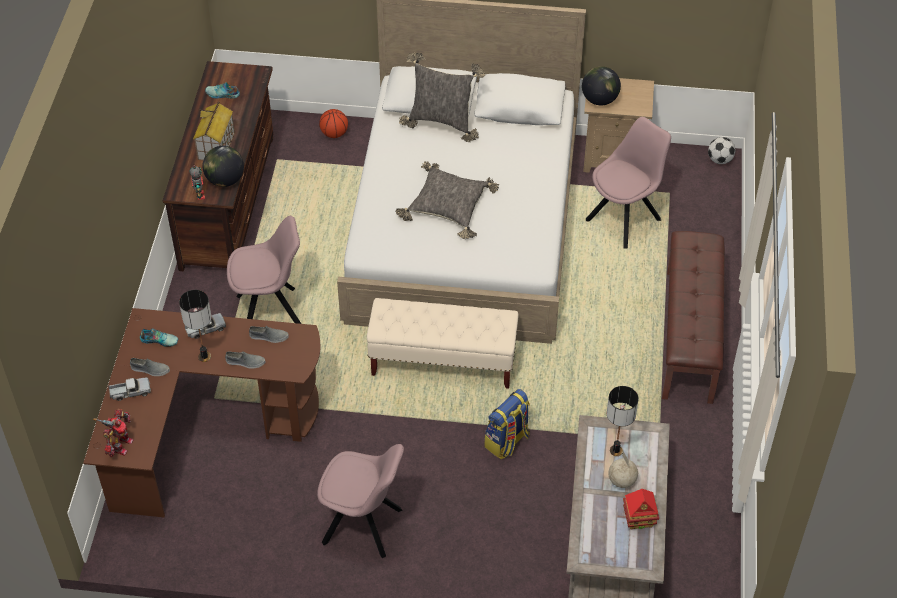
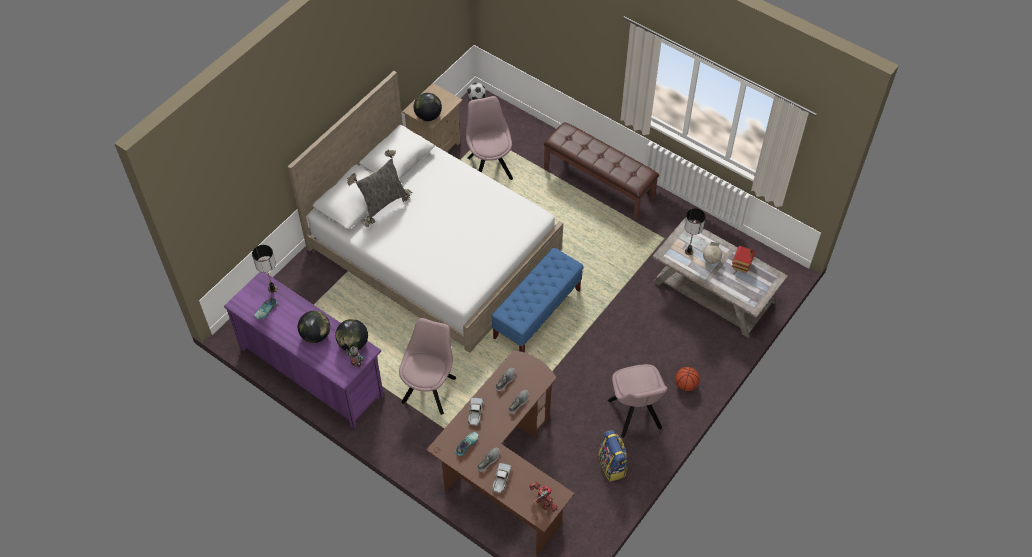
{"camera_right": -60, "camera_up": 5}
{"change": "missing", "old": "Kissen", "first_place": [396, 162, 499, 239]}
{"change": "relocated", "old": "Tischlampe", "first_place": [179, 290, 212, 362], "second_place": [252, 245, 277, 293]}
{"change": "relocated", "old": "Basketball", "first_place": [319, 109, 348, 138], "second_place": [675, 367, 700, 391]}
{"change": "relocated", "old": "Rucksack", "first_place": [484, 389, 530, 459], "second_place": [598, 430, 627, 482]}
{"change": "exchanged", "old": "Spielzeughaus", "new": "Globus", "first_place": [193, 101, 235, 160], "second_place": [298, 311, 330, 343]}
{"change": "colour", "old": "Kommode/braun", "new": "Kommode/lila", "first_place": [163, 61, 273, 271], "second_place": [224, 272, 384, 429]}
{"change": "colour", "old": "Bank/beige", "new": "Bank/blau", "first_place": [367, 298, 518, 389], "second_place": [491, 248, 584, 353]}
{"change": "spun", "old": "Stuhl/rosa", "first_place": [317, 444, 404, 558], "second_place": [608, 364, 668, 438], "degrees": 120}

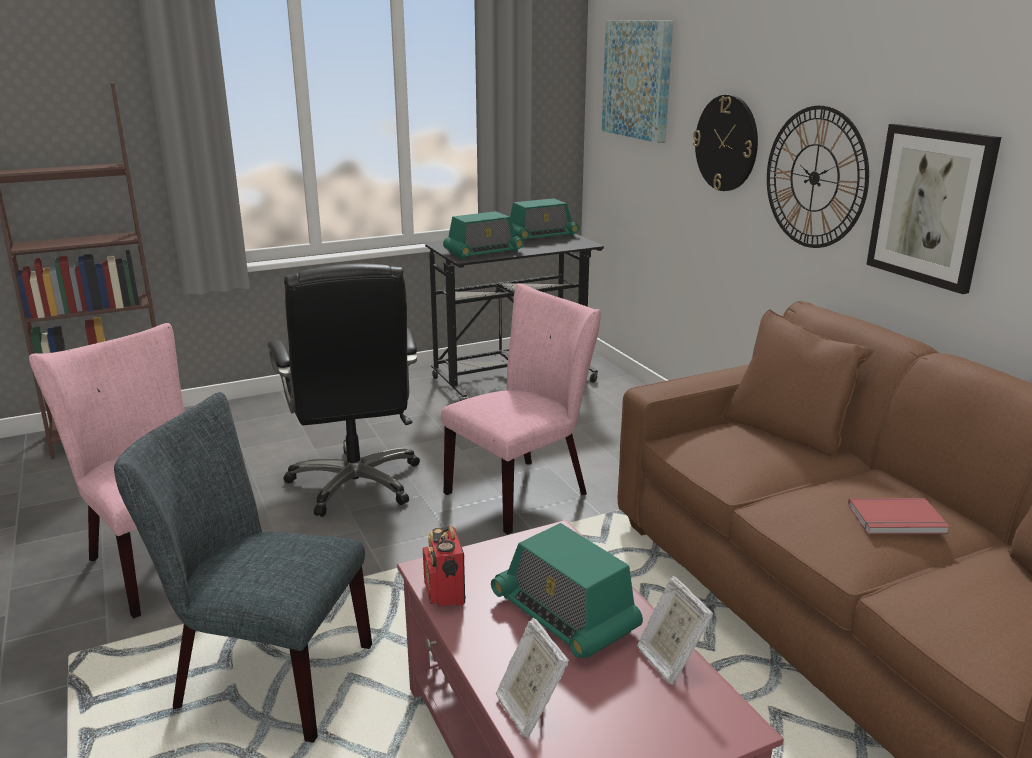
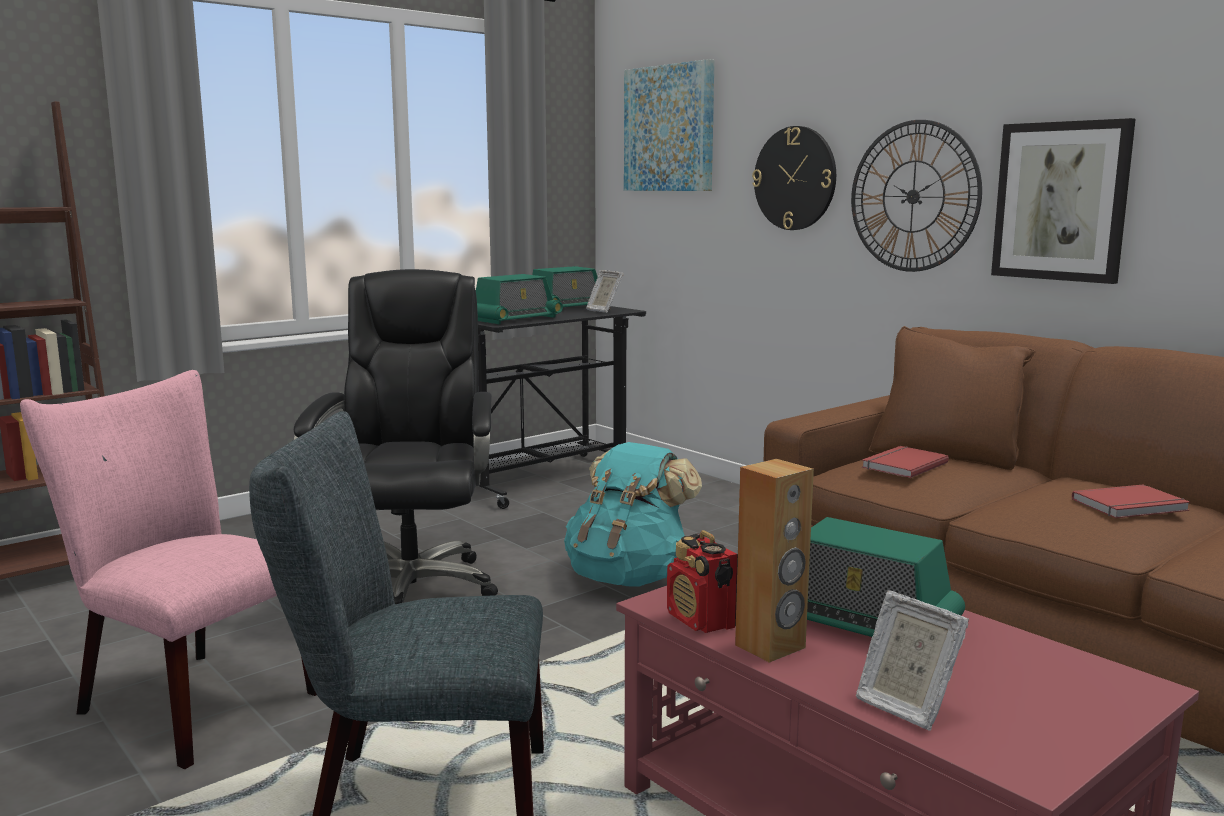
{"camera_right": -15, "camera_up": -10}
{"change": "appeared", "new": "Lautsprecher/braun", "second_place": [735, 459, 814, 663]}
{"change": "appeared", "new": "Buch/rot", "second_place": [862, 446, 949, 478]}
{"change": "relocated", "old": "Bilderrahmen", "first_place": [637, 576, 714, 685], "second_place": [586, 270, 624, 313]}
{"change": "exchanged", "old": "Stuhl/rosa", "new": "Rucksack/türkis", "first_place": [441, 283, 601, 535], "second_place": [564, 442, 702, 587]}
{"change": "spun", "old": "Bürostuhl/schwarz", "first_place": [268, 263, 420, 517], "second_place": [294, 269, 498, 604], "degrees": -150}

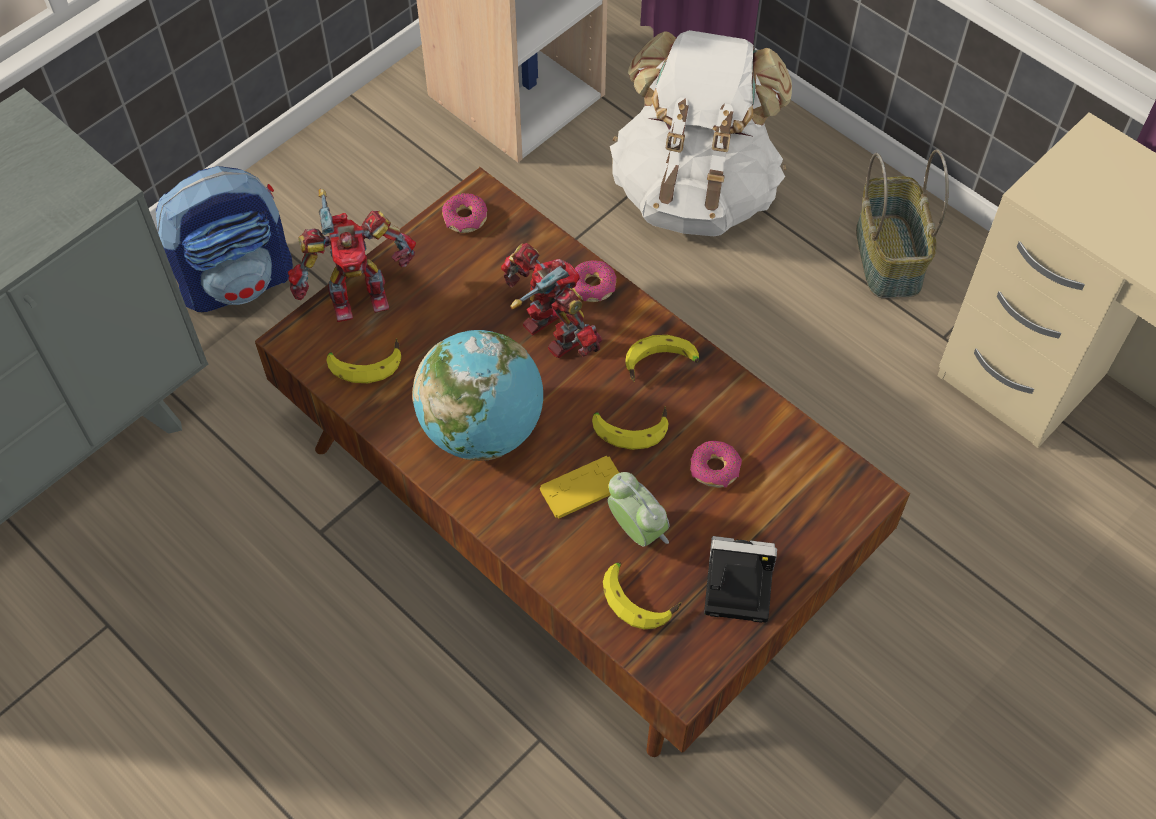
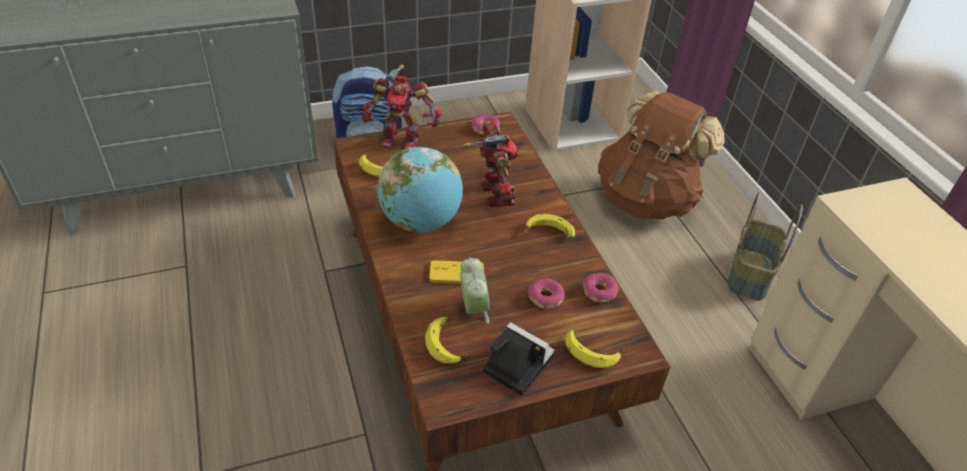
{"camera_right": 25, "camera_up": -15}
{"change": "relocated", "old": "Donut", "first_place": [572, 260, 617, 302], "second_place": [583, 273, 618, 302]}
{"change": "relocated", "old": "Banane", "first_place": [592, 406, 668, 450], "second_place": [565, 329, 624, 368]}
{"change": "colour", "old": "Rucksack/weiß", "new": "Rucksack/braun", "first_place": [610, 30, 792, 236], "second_place": [598, 91, 725, 220]}

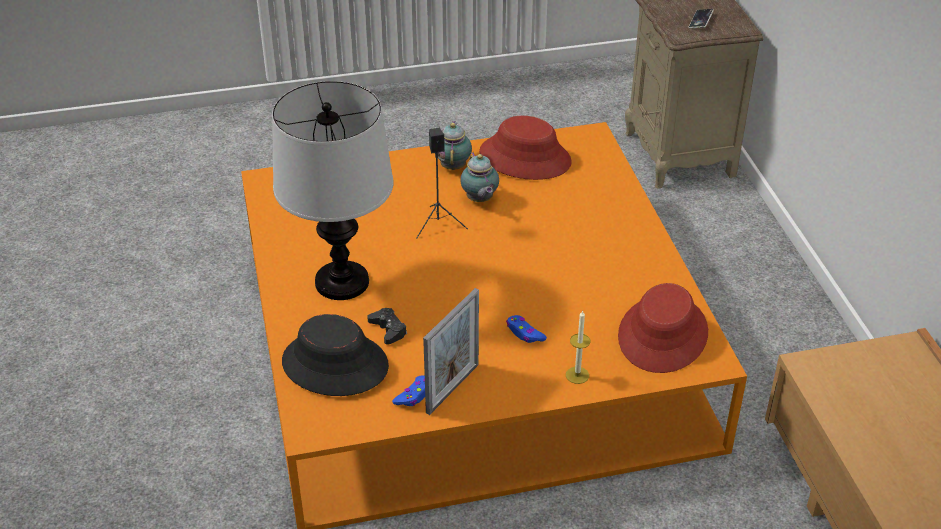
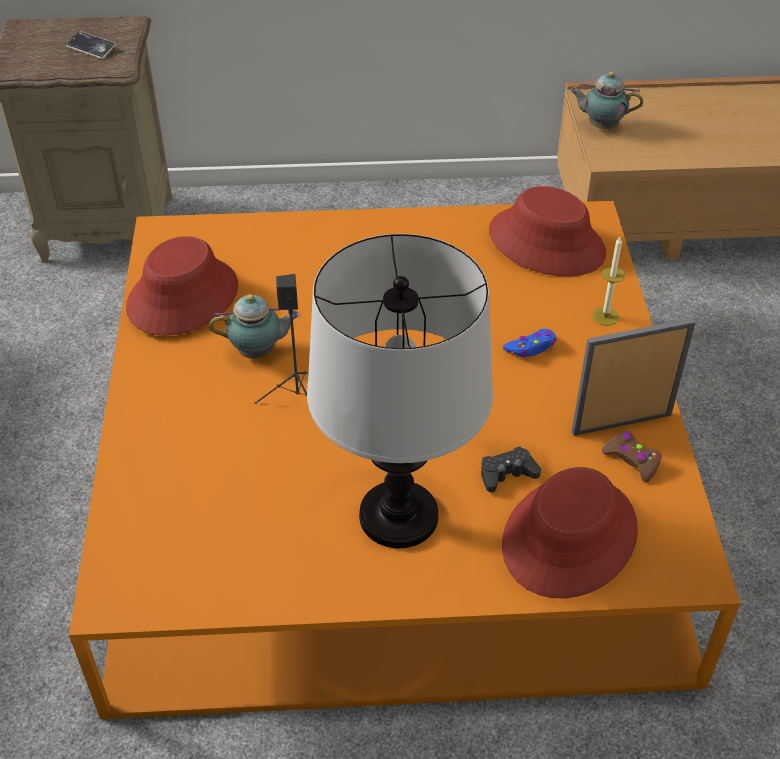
{"camera_right": -80, "camera_up": 5}
{"change": "relocated", "old": "Teekanne", "first_place": [438, 121, 472, 170], "second_place": [570, 72, 643, 129]}
{"change": "colour", "old": "Hut/schwarz", "new": "Hut/rot", "first_place": [282, 314, 389, 396], "second_place": [502, 467, 638, 599]}
{"change": "colour", "old": "Gamepad/blau", "new": "Gamepad/braun", "first_place": [392, 375, 425, 406], "second_place": [602, 431, 662, 482]}
{"change": "spun", "old": "Bilderrahmen", "first_place": [423, 288, 479, 415], "second_place": [572, 318, 696, 436], "degrees": -60}

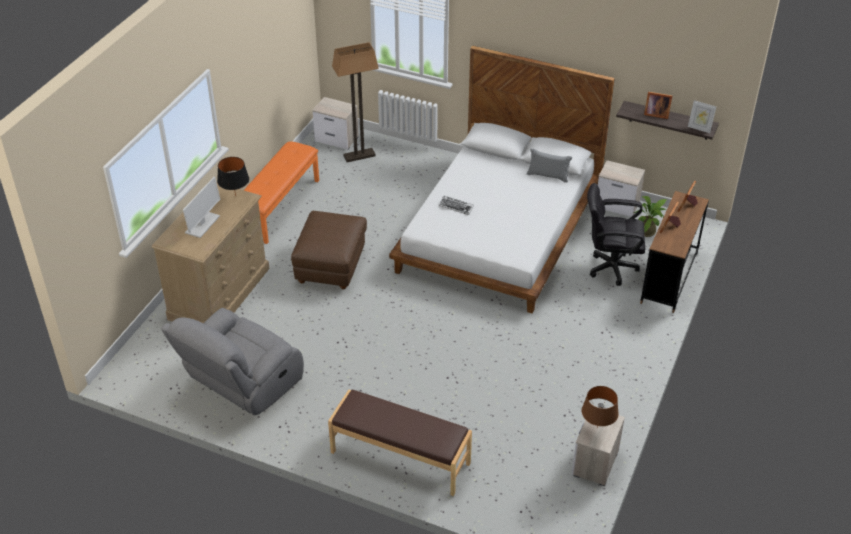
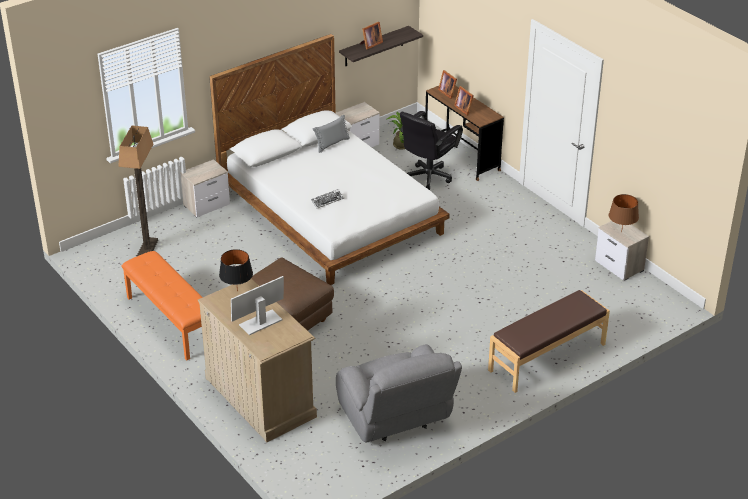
{"camera_right": -60, "camera_up": -5}
{"change": "missing", "old": "Bilderrahmen", "first_place": [688, 100, 716, 133]}
{"change": "relocated", "old": "Nachttisch", "first_place": [312, 97, 359, 150], "second_place": [180, 159, 230, 217]}
{"change": "spun", "old": "Monitor", "first_place": [183, 177, 220, 238], "second_place": [231, 276, 284, 335], "degrees": -90}

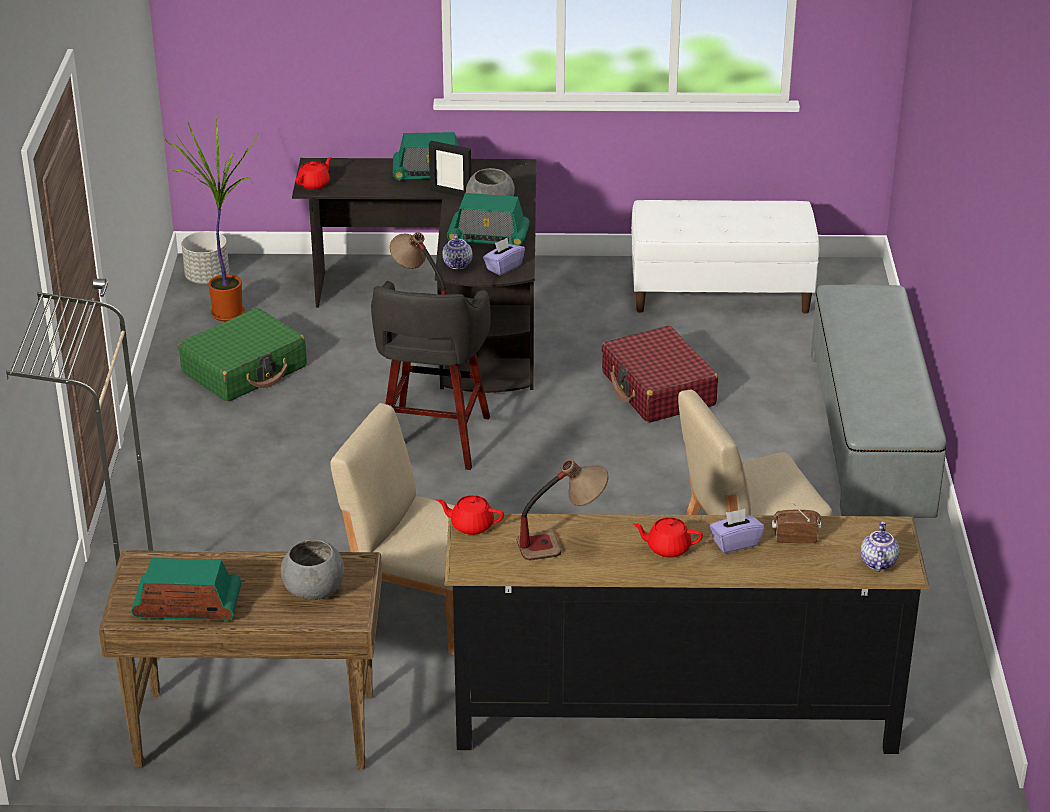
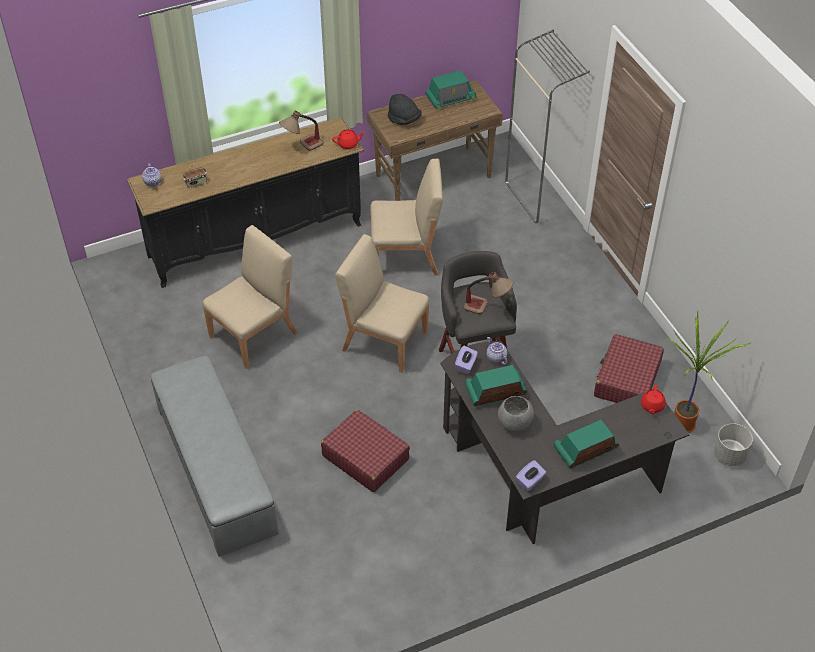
{"camera_right": 155, "camera_up": 15}
{"change": "missing", "old": "Bilderrahmen", "first_place": [429, 141, 471, 197]}
{"change": "missing", "old": "Bank/weiß", "first_place": [631, 200, 819, 314]}
{"change": "missing", "old": "Teekanne/rot", "first_place": [633, 517, 703, 558]}
{"change": "appeared", "new": "Stuhl/beige", "second_place": [335, 234, 429, 373]}
{"change": "relocated", "old": "Taschentuchbox/lila", "first_place": [710, 509, 764, 553], "second_place": [516, 460, 546, 491]}
{"change": "exchanged", "old": "Schüssel/grau", "new": "Hut/schwarz", "first_place": [281, 540, 345, 600], "second_place": [387, 94, 422, 125]}
{"change": "colour", "old": "Koffer/grün", "new": "Koffer/rot", "first_place": [178, 308, 307, 402], "second_place": [594, 334, 664, 403]}

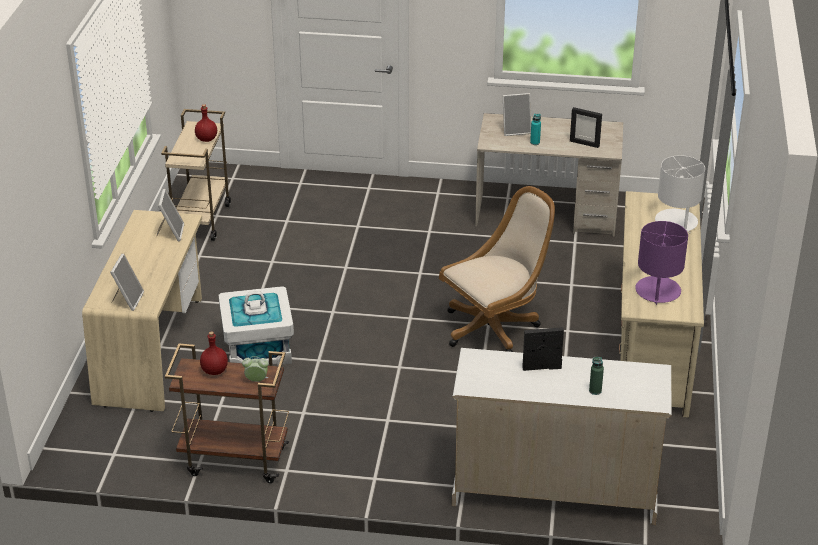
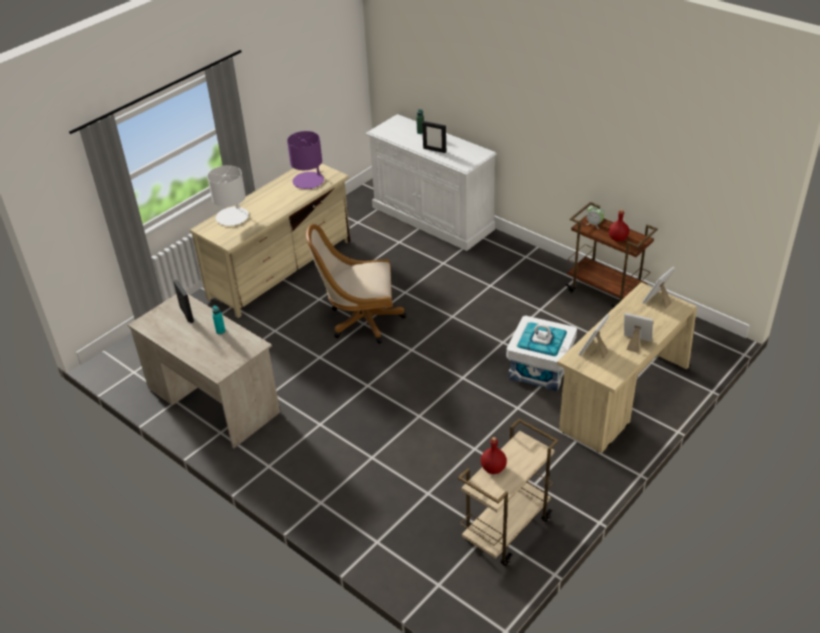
{"camera_right": -145, "camera_up": 5}
{"change": "relocated", "old": "Bilderrahmen", "first_place": [503, 93, 531, 136], "second_place": [624, 313, 653, 353]}

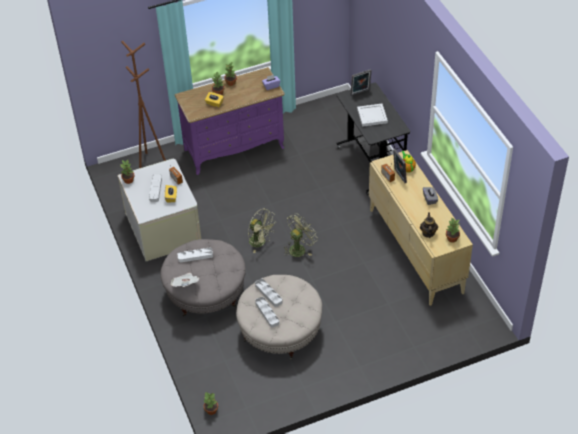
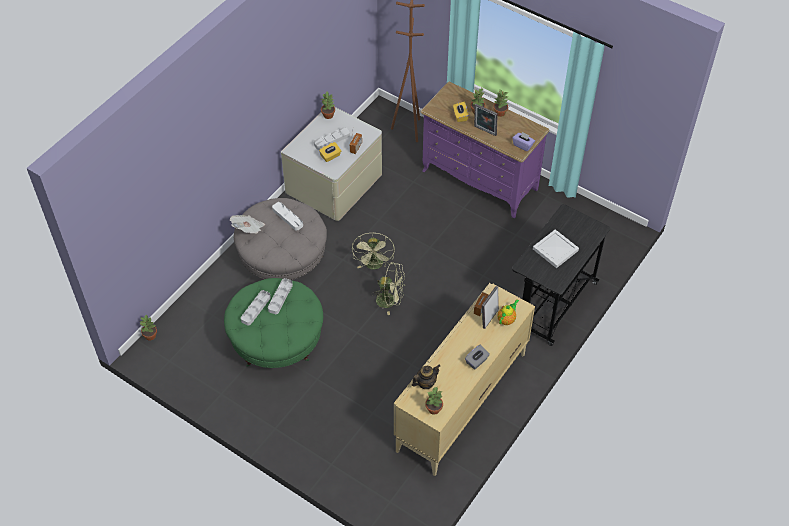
{"camera_right": 55, "camera_up": 5}
{"change": "relocated", "old": "Bilderrahmen", "first_place": [350, 69, 372, 96], "second_place": [474, 104, 498, 136]}
{"change": "colour", "old": "Polsterhocker/beige", "new": "Polsterhocker/grün", "first_place": [236, 275, 322, 360], "second_place": [224, 278, 323, 368]}

